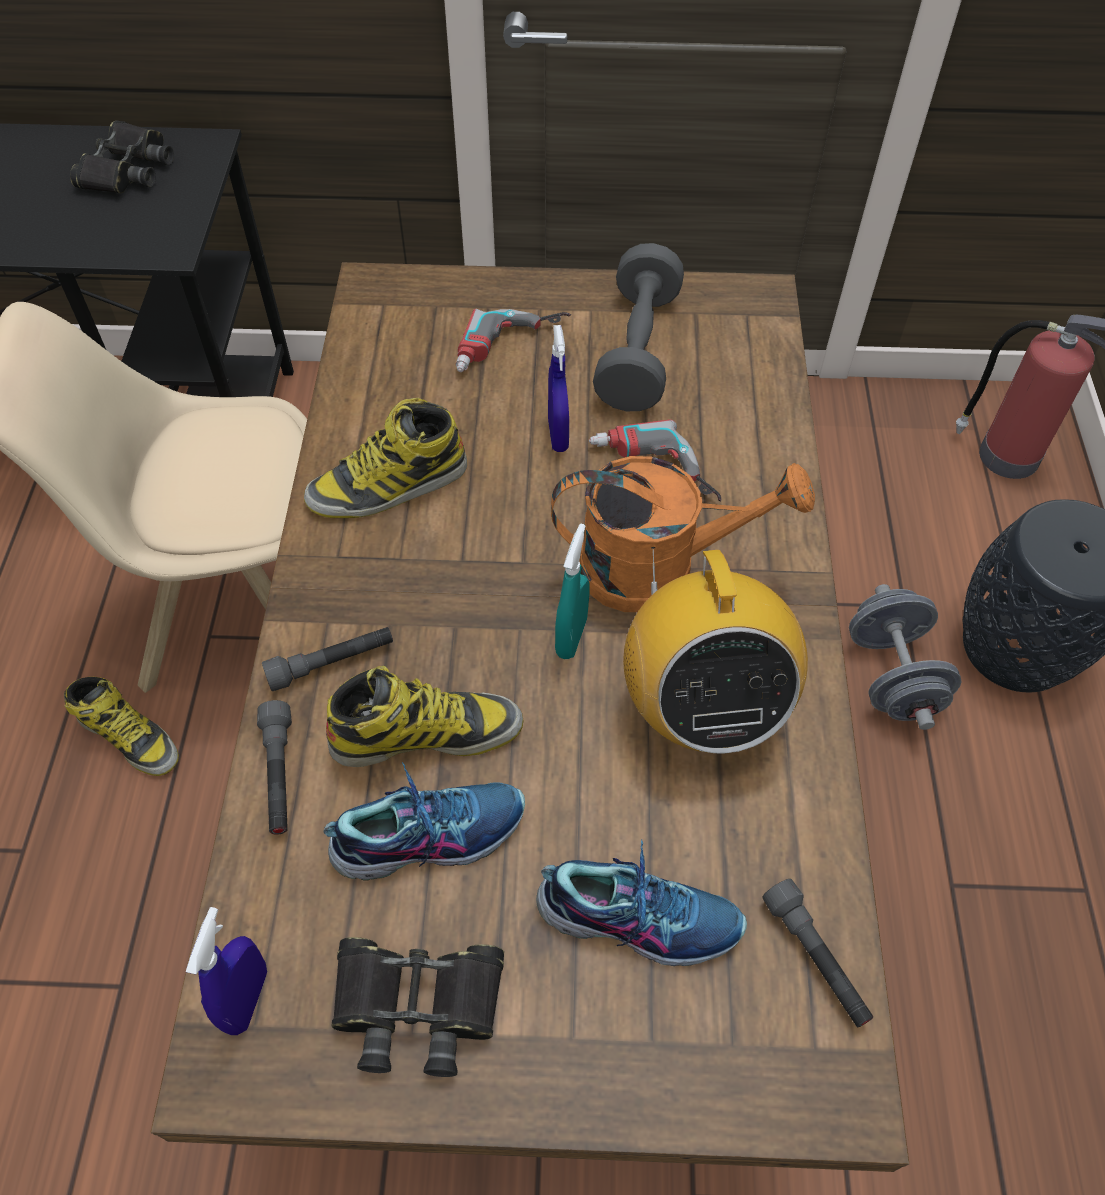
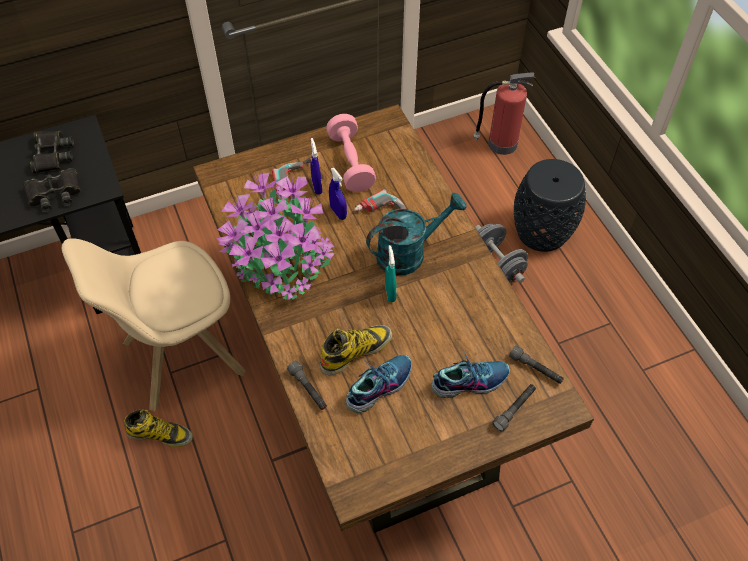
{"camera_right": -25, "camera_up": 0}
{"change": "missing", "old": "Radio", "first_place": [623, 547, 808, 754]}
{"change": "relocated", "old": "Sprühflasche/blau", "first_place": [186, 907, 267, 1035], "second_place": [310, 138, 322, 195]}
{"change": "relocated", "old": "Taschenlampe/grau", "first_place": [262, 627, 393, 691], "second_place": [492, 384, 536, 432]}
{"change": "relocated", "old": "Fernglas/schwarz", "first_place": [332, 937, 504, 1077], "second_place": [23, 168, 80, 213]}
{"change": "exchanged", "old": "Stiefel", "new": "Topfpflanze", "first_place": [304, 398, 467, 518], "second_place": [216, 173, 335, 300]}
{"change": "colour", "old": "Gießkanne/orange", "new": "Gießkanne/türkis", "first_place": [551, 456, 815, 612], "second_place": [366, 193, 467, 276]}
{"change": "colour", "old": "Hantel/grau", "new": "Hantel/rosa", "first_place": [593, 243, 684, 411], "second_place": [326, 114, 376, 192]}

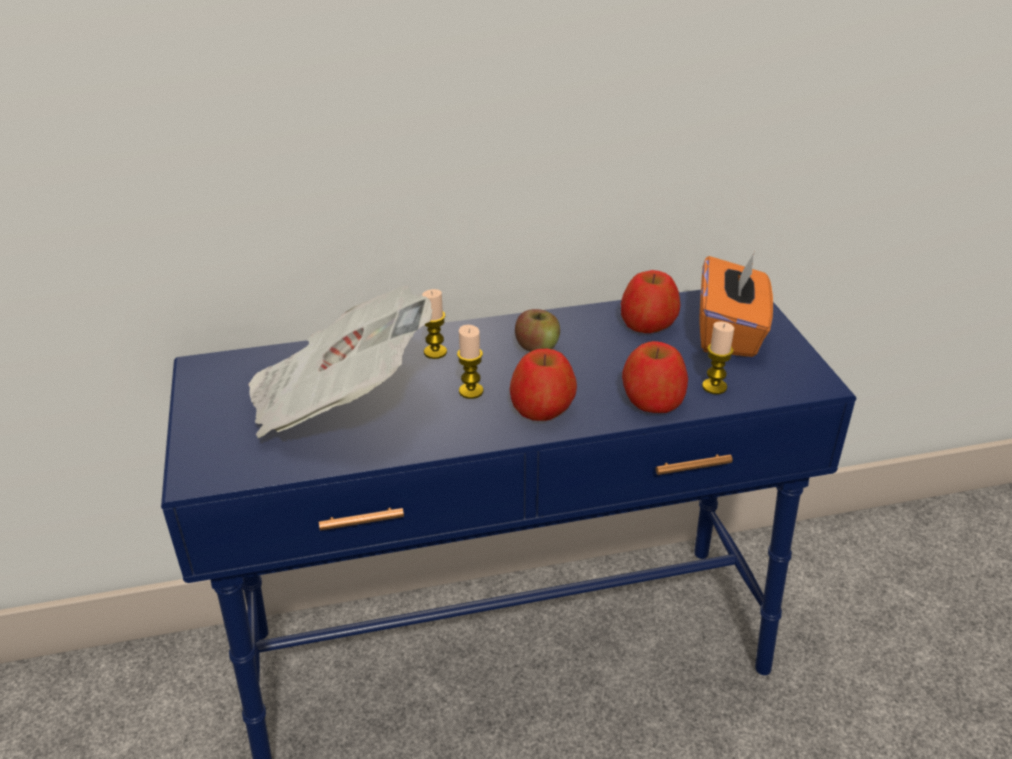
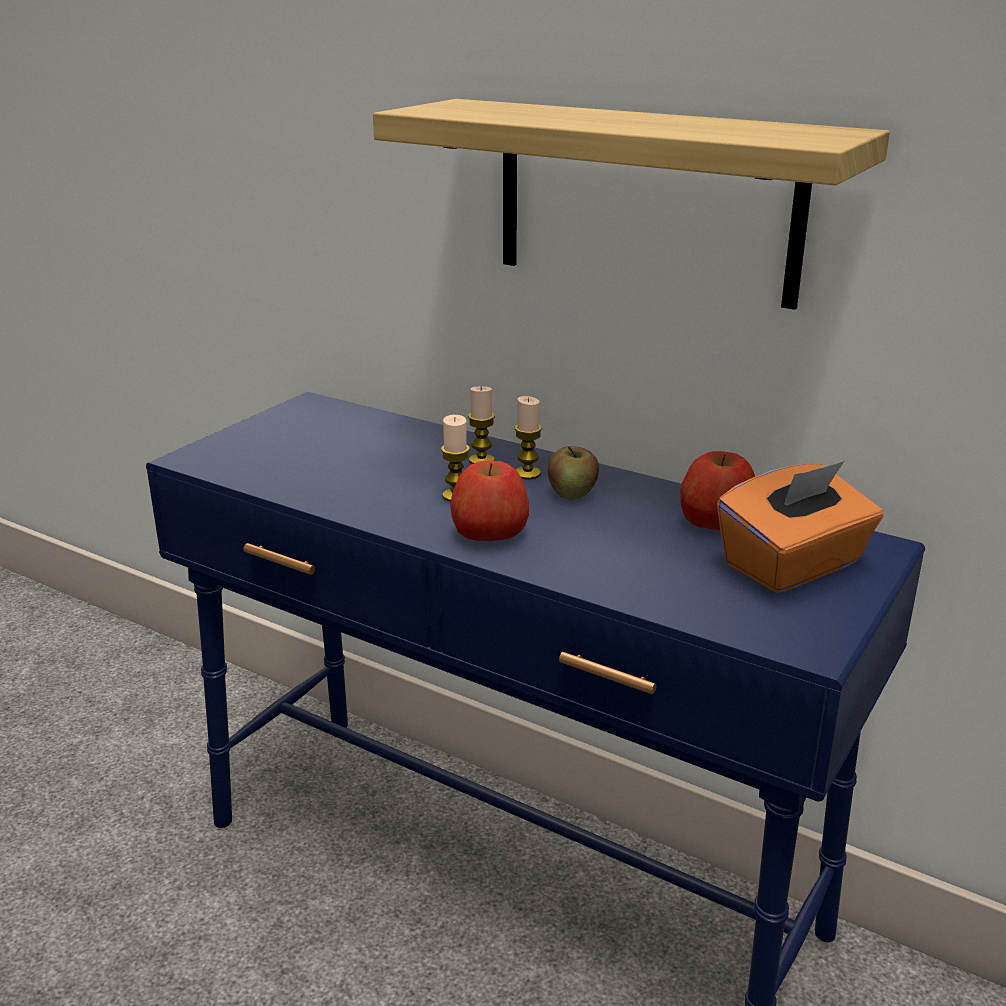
{"camera_right": 45, "camera_up": -10}
{"change": "missing", "old": "Zeitung", "first_place": [249, 286, 432, 438]}
{"change": "missing", "old": "Apfel", "first_place": [622, 341, 688, 413]}
{"change": "appeared", "new": "Wandregal", "second_place": [373, 99, 890, 310]}
{"change": "relocated", "old": "Kerze", "first_place": [702, 321, 734, 394], "second_place": [514, 396, 542, 479]}

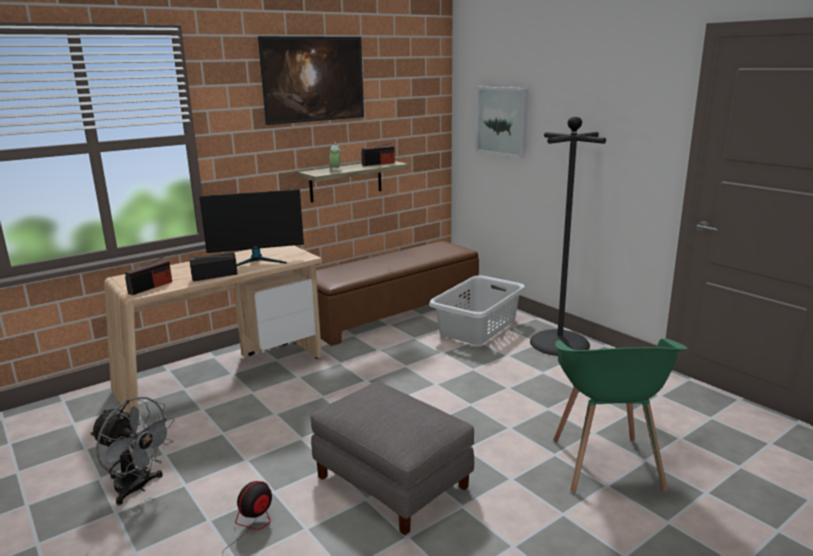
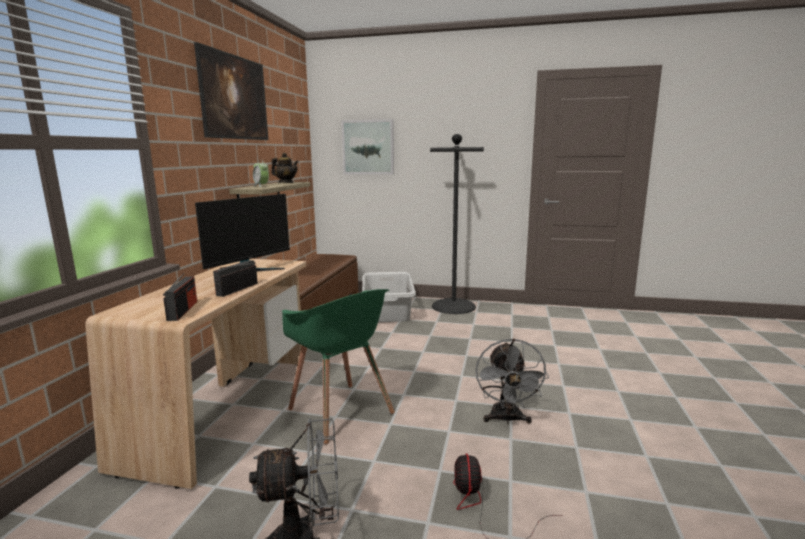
{"camera_right": -40, "camera_up": -5}
{"change": "relocated", "old": "Stuhl/grün", "first_place": [553, 338, 687, 492], "second_place": [282, 289, 395, 444]}
{"change": "exchanged", "old": "Polsterhocker/grau", "new": "Ventilator/grau", "first_place": [310, 381, 474, 535], "second_place": [476, 338, 549, 425]}
{"change": "exchanged", "old": "Radio", "new": "Teekanne", "first_place": [361, 143, 395, 166], "second_place": [271, 153, 299, 183]}

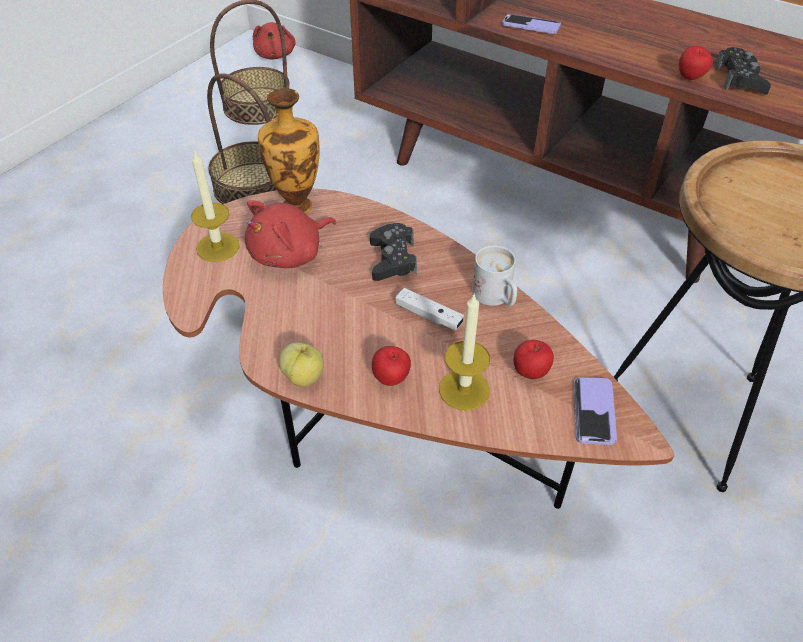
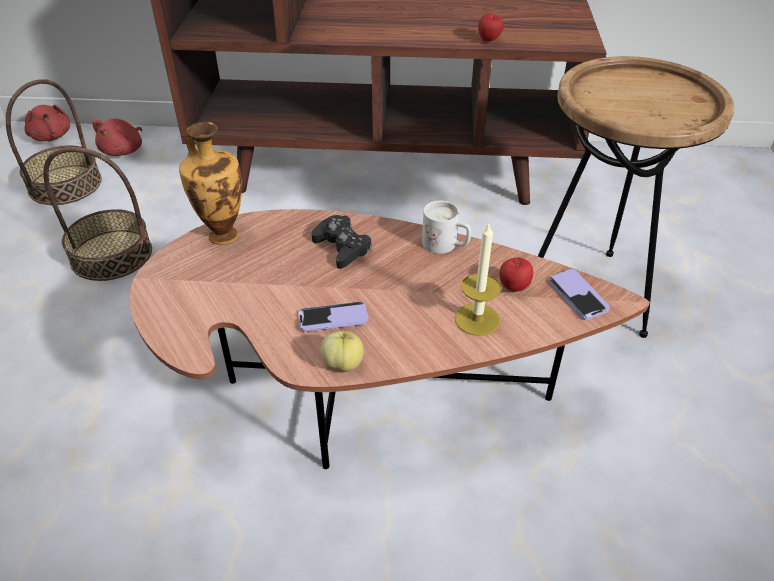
{"camera_right": -30, "camera_up": -5}
{"change": "missing", "old": "Kerze", "first_place": [191, 150, 240, 262]}
{"change": "missing", "old": "Apfel", "first_place": [372, 346, 411, 386]}
{"change": "missing", "old": "Gamepad/weiß", "first_place": [396, 288, 464, 331]}
{"change": "missing", "old": "Gamepad/schwarz", "first_place": [714, 47, 771, 95]}
{"change": "relocated", "old": "Plüschtier/rot", "first_place": [245, 200, 336, 268], "second_place": [92, 119, 142, 156]}
{"change": "relocated", "old": "Handy", "first_place": [502, 14, 561, 34], "second_place": [298, 301, 369, 332]}

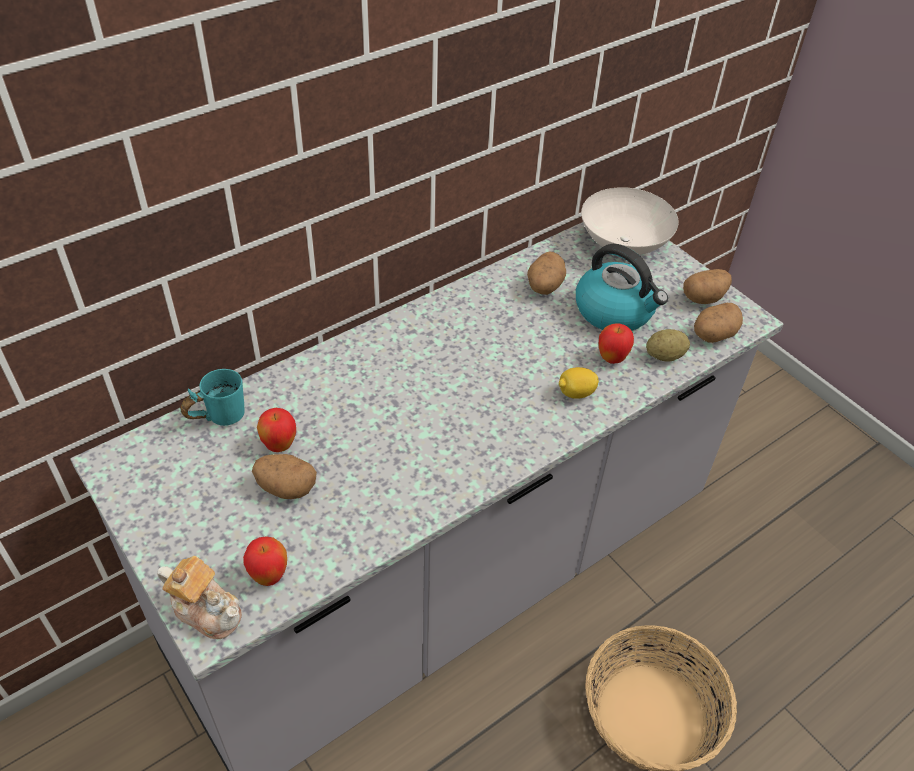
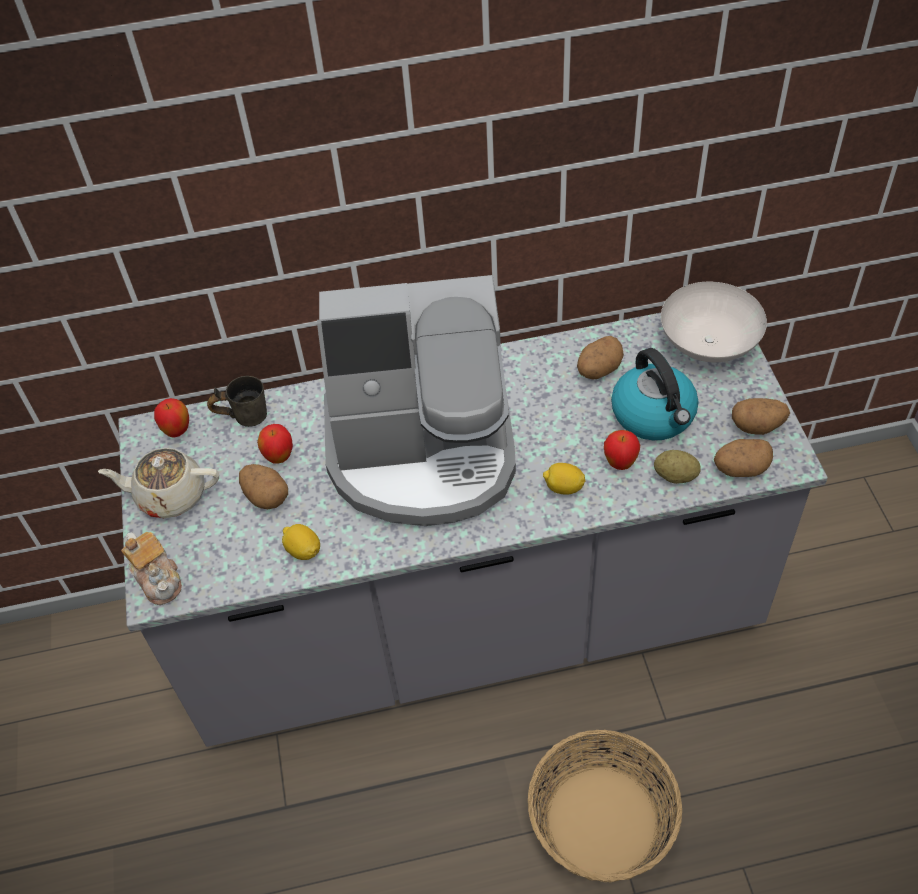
{"camera_right": 30, "camera_up": 5}
{"change": "appeared", "new": "Teekanne/beige", "second_place": [98, 448, 219, 518]}
{"change": "appeared", "new": "Zitrone", "second_place": [282, 524, 320, 560]}
{"change": "appeared", "new": "Kaffeemaschine", "second_place": [317, 275, 516, 526]}
{"change": "relocated", "old": "Apfel", "first_place": [243, 536, 287, 586], "second_place": [154, 398, 189, 438]}
{"change": "colour", "old": "Henkelbecher/türkis", "new": "Henkelbecher/grau", "first_place": [180, 369, 245, 426], "second_place": [207, 376, 267, 427]}

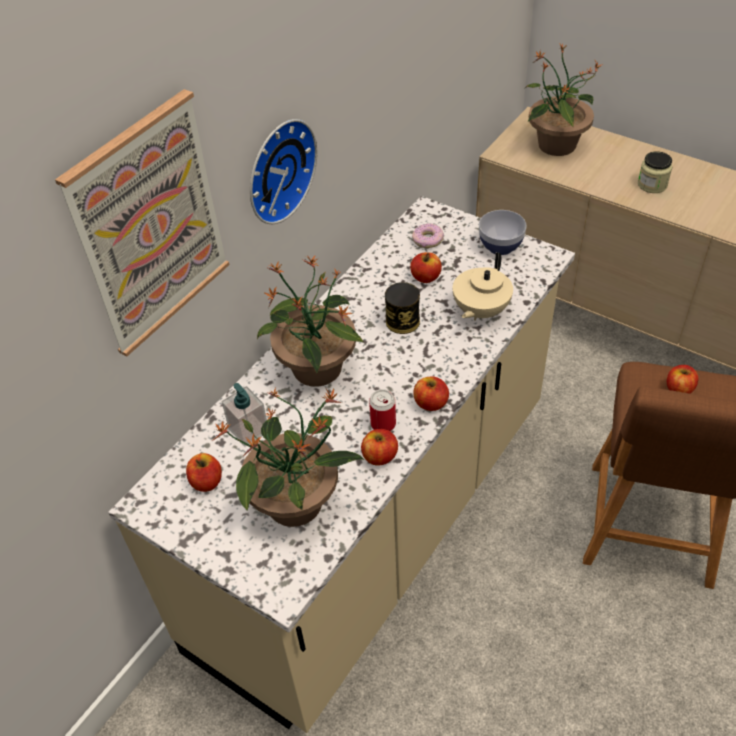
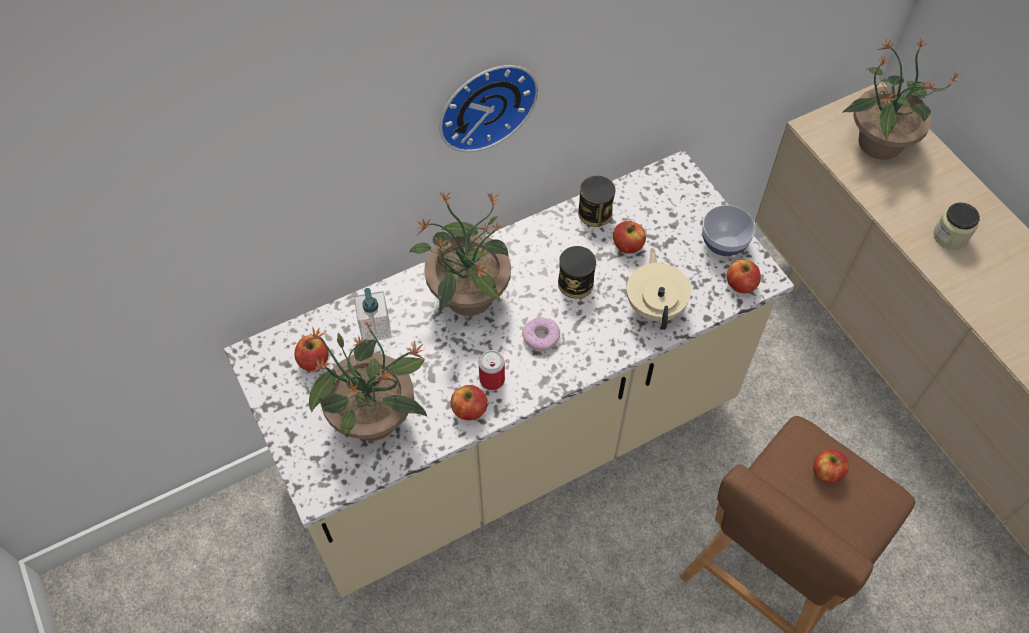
{"camera_right": 25, "camera_up": 10}
{"change": "missing", "old": "Bild", "first_place": [55, 89, 230, 356]}
{"change": "appeared", "new": "Dose", "second_place": [578, 176, 615, 227]}
{"change": "relocated", "old": "Donut", "first_place": [412, 224, 444, 248], "second_place": [522, 317, 560, 351]}
{"change": "relocated", "old": "Apfel", "first_place": [413, 376, 449, 411], "second_place": [727, 259, 761, 293]}
{"change": "spun", "old": "Teekanne/beige", "first_place": [453, 252, 513, 320], "second_place": [627, 248, 691, 330], "degrees": 120}

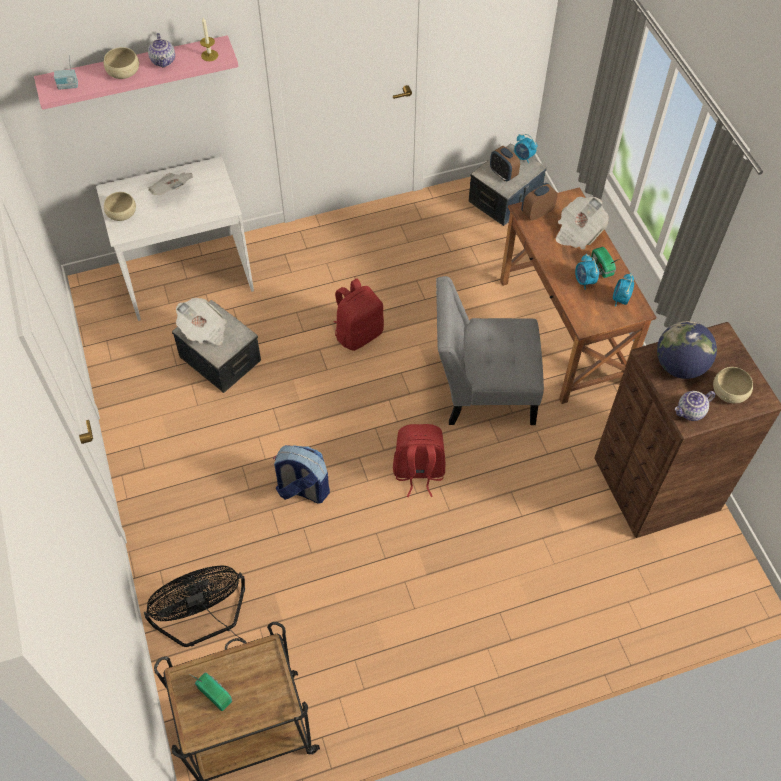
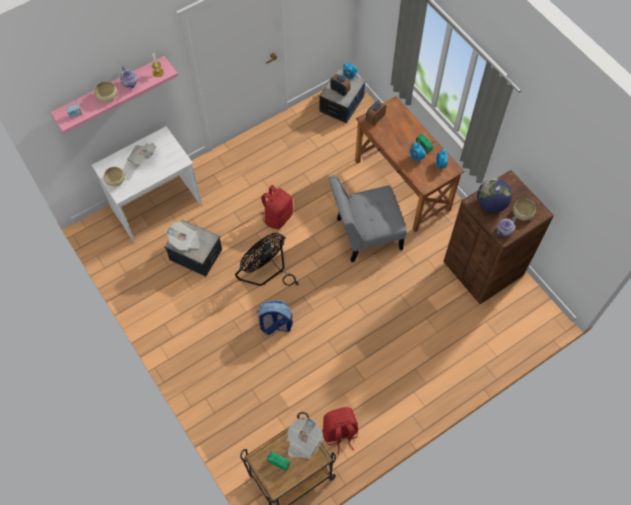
{"camera_right": -15, "camera_up": 5}
{"change": "relocated", "old": "Ventilator/schwarz", "first_place": [144, 566, 247, 650], "second_place": [235, 233, 299, 286]}
{"change": "relocated", "old": "Rucksack/rot", "first_place": [393, 424, 445, 497], "second_place": [323, 407, 358, 455]}
{"change": "relocated", "old": "Zeitung", "first_place": [556, 197, 609, 249], "second_place": [286, 418, 323, 459]}

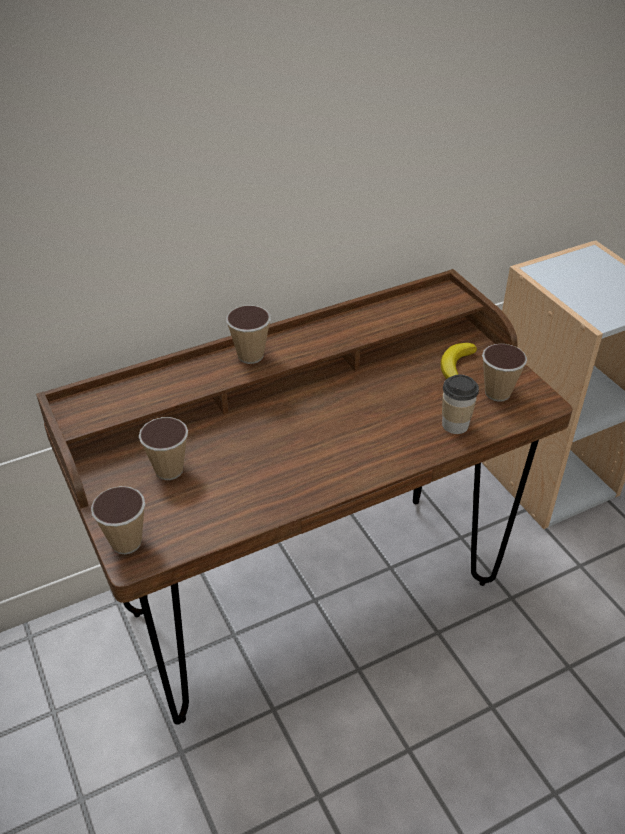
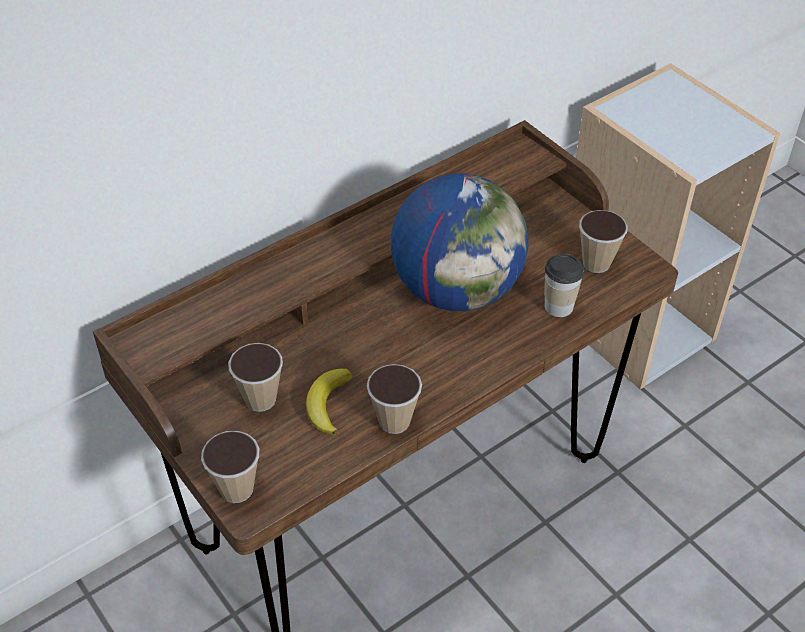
{"camera_right": -10, "camera_up": 5}
{"change": "appeared", "new": "Globus", "second_place": [391, 174, 529, 311]}
{"change": "relocated", "old": "Tasse", "first_place": [226, 305, 271, 364], "second_place": [367, 364, 422, 434]}
{"change": "relocated", "old": "Banane", "first_place": [441, 343, 477, 379], "second_place": [306, 369, 352, 435]}

